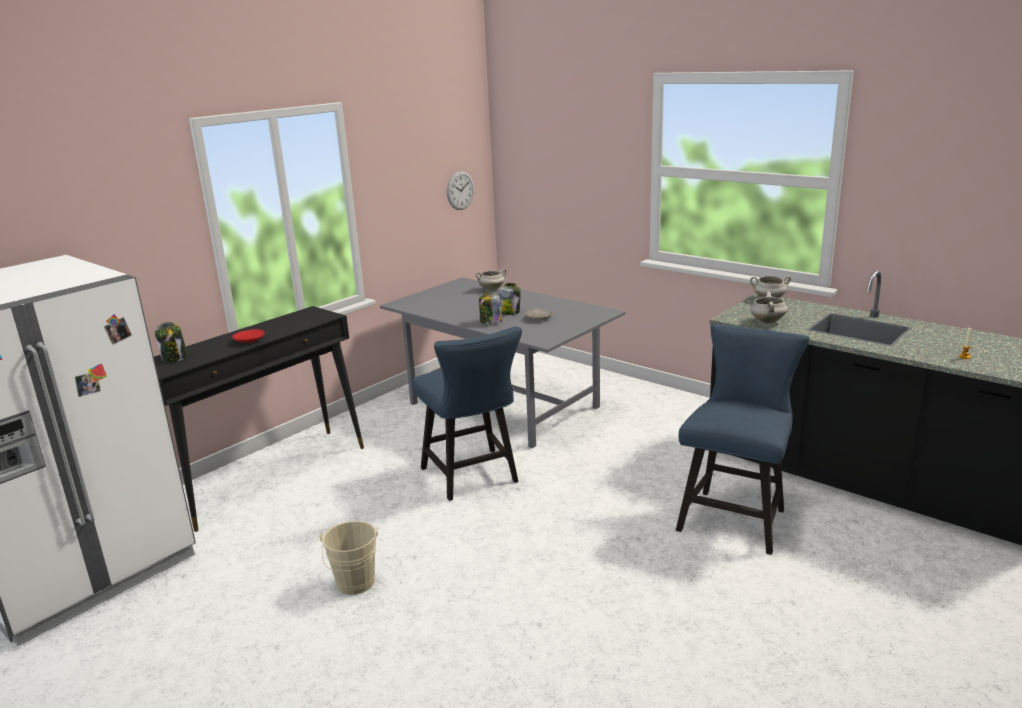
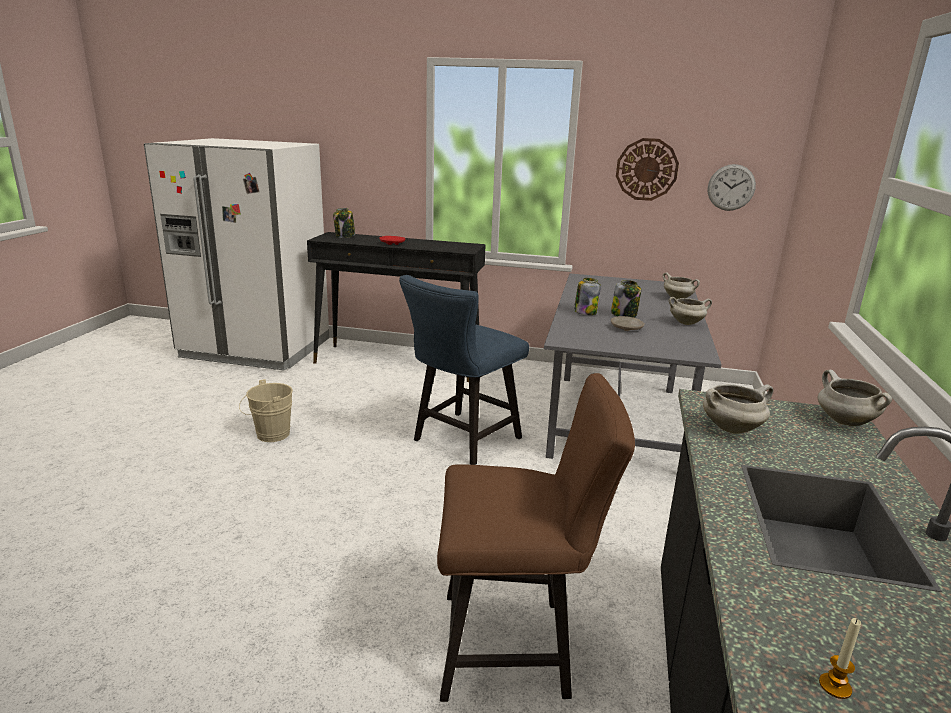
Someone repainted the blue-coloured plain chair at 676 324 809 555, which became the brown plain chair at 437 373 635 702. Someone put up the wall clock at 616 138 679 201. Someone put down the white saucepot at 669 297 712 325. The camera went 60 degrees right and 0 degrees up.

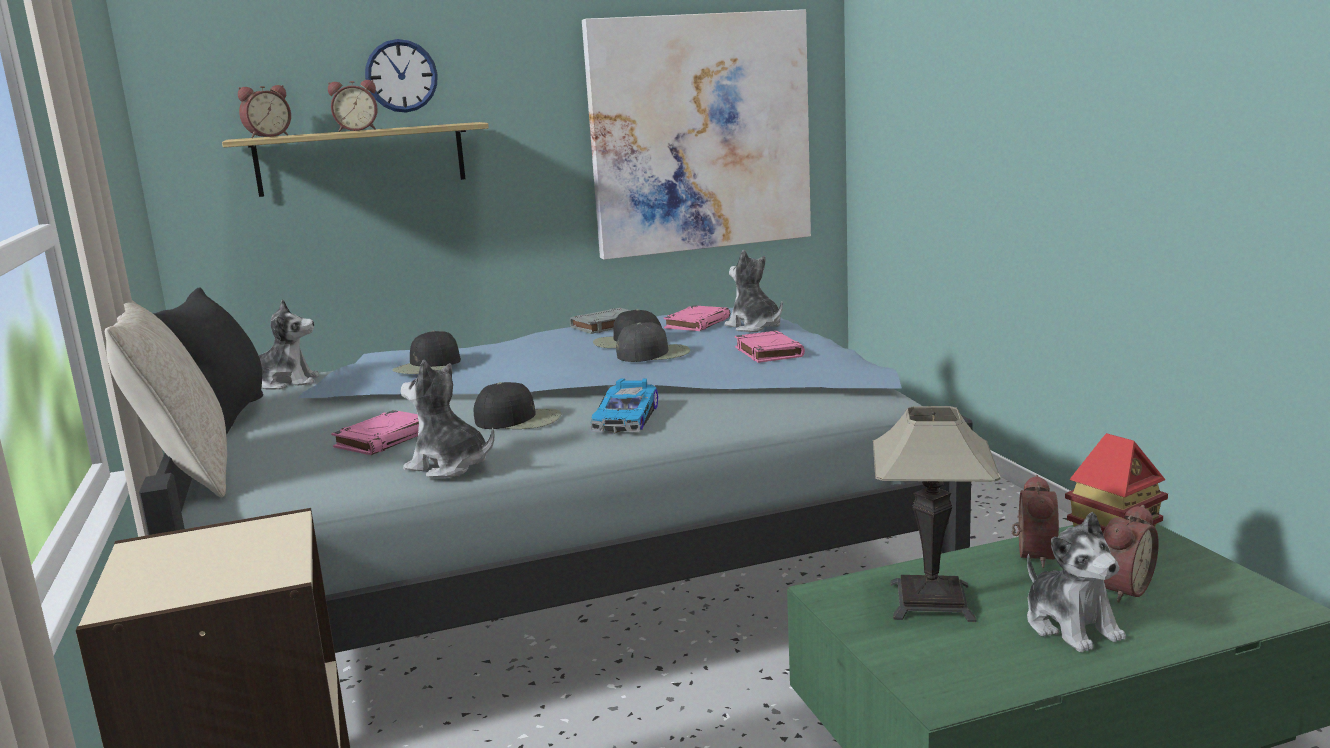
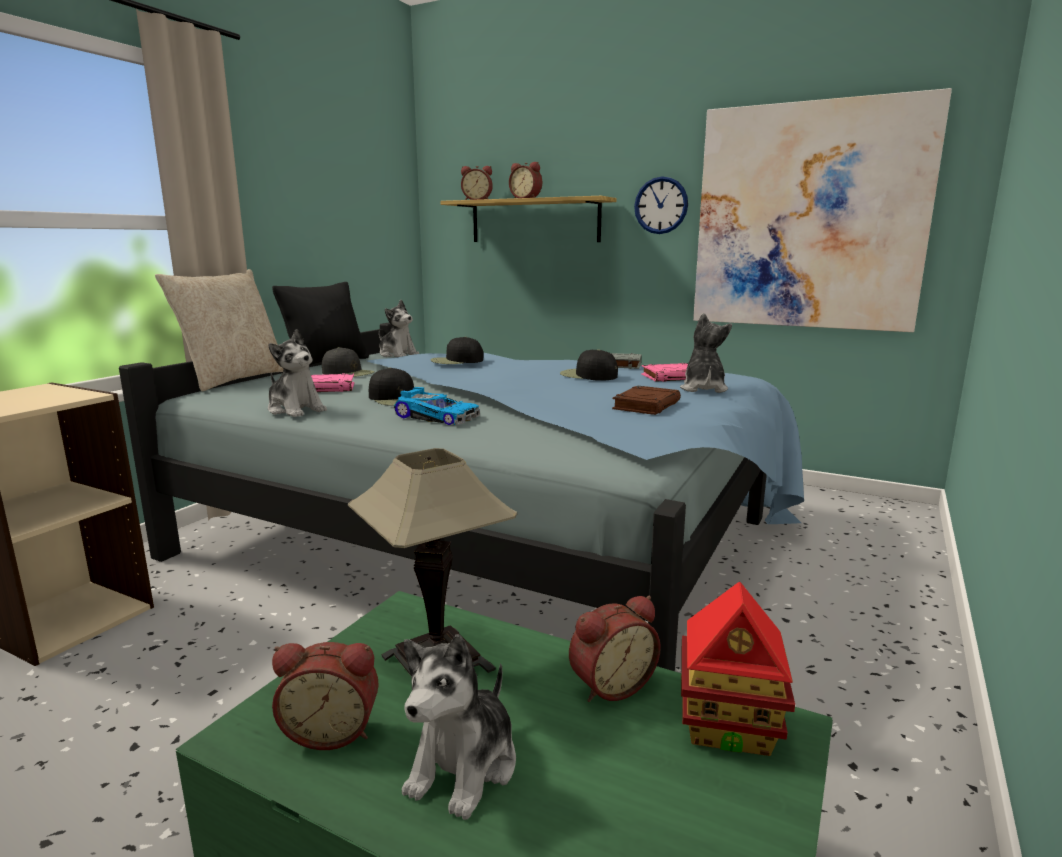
Someone carried the wall clock from 365 39 438 113 to 634 176 688 234. Someone carried the black peaked cap from 616 322 690 362 to 322 347 375 377. Someone repainted the pink bound book at 735 331 805 363, which became the brown bound book at 612 386 681 415. Someone rotated the cuddly toy at 401 360 494 478 by 150 degrees clockwise. Someone rotated the model car at 590 378 658 434 by 120 degrees counterclockwise. Someone carried the bedside clock from 1103 505 1159 602 to 272 642 379 750. The camera went 45 degrees right and 0 degrees up.

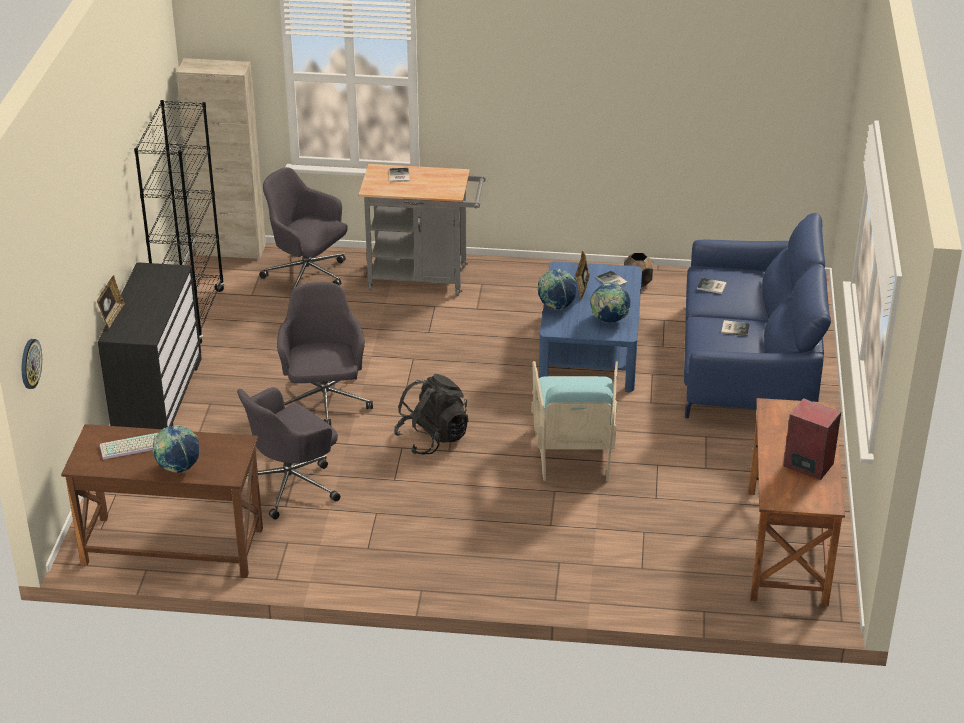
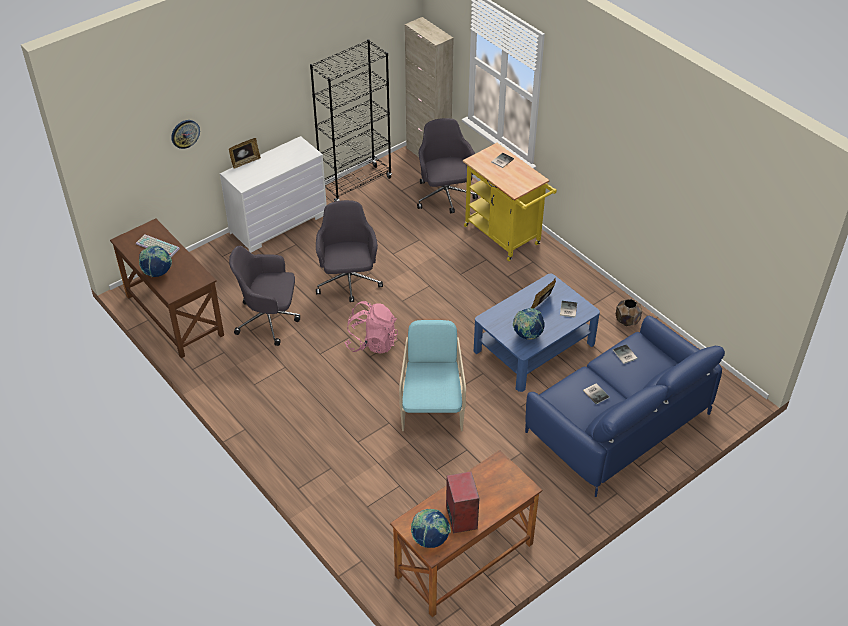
Someone repainted the gray trolley at 358 164 486 296, which became the yellowish trolley at 463 143 557 261. Someone repainted the black chest of drawers at 98 262 202 429, which became the white chest of drawers at 220 136 327 253. Someone carried the globe from 538 269 576 310 to 411 509 451 548. Someone rotated the gray office chair at 277 282 373 426 by 45 degrees counterclockwise. Someone carried the wall clock from 22 339 42 389 to 171 120 200 149. Someone rotated the blue-green lounge chair at 531 361 618 481 by 135 degrees clockwise. Someone repainted the black rucksack at 394 374 468 455, which became the pink rucksack at 344 301 398 354. The camera went 45 degrees right and 10 degrees up.

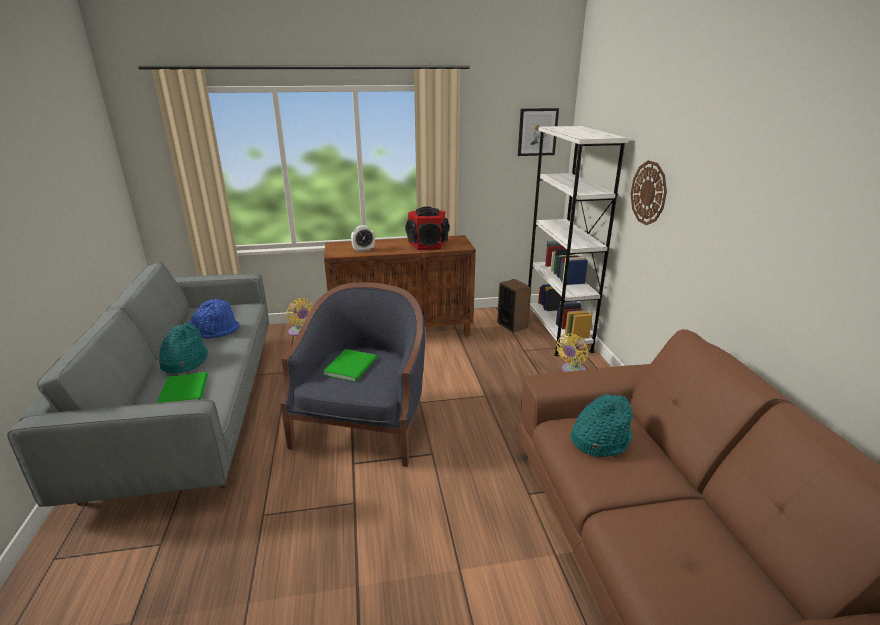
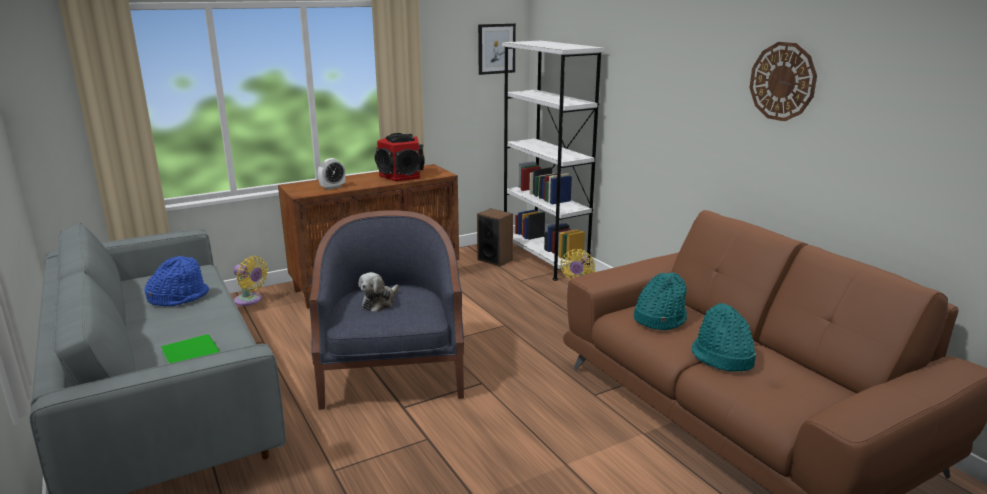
Someone carried the wall clock from 630 160 667 225 to 749 42 817 121. Someone carried the blue-green clothing hat from 159 323 208 373 to 692 303 756 372. Someone swapped the green-coloured bound book at 323 349 377 382 for the cuddly toy at 358 272 399 312. The camera went 20 degrees left and 5 degrees down.

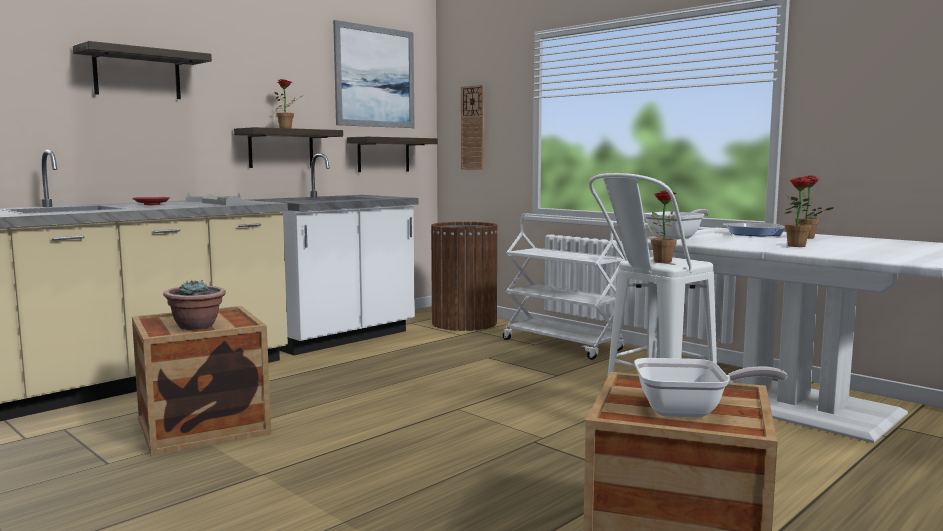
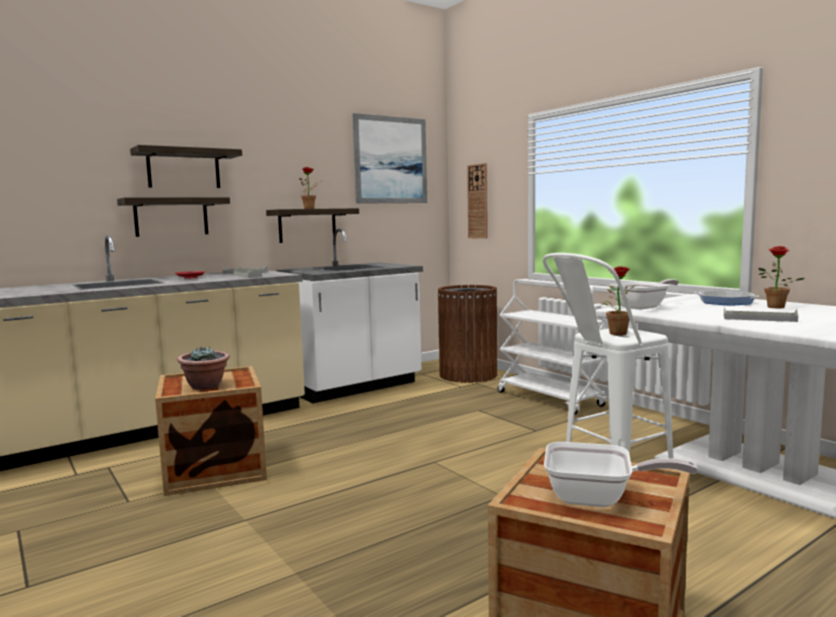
Someone carried the wall shelf from 347 137 438 172 to 117 197 230 237. Someone swapped the houseplant at 785 177 821 247 for the gray tray at 724 307 798 322. The camera went 10 degrees right and 0 degrees up.

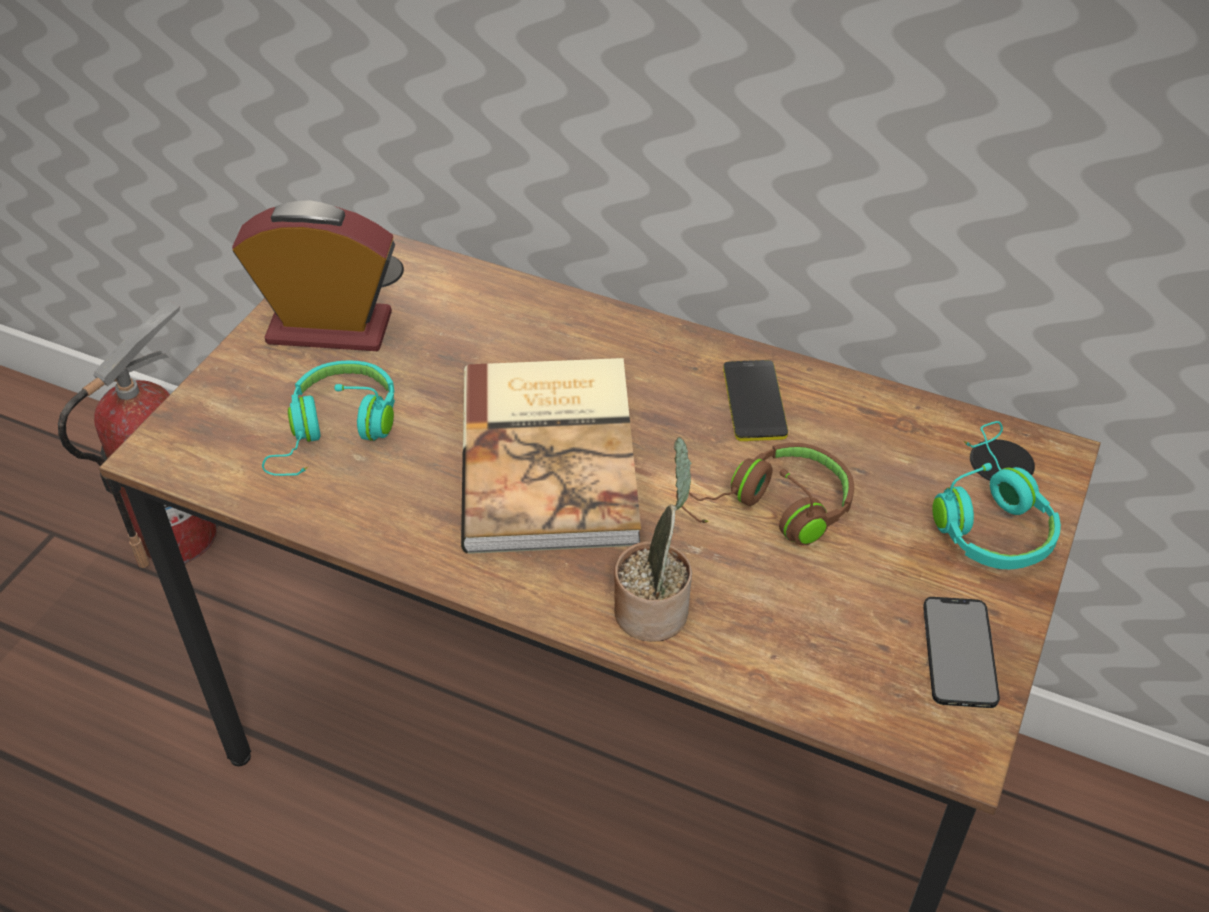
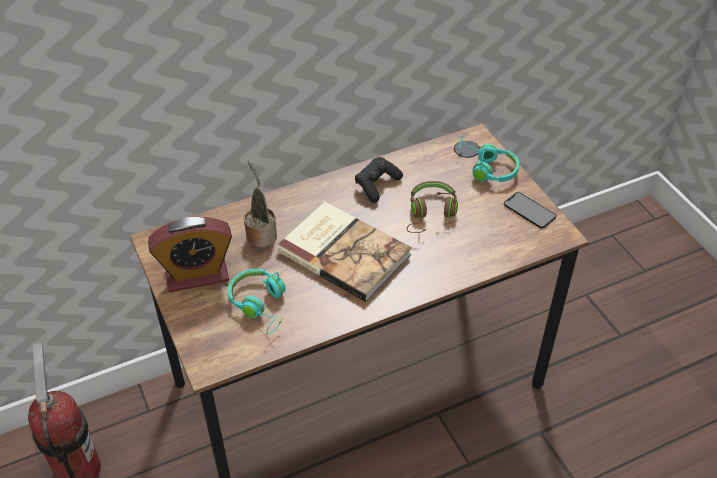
Someone rotated the bedside clock at 232 200 395 351 by 150 degrees counterclockwise. Someone swapped the phone at 723 360 788 441 for the black gamepad at 355 157 403 203. Someone carried the houseplant from 614 437 692 642 to 244 161 277 248. The camera went 50 degrees left and 0 degrees up.

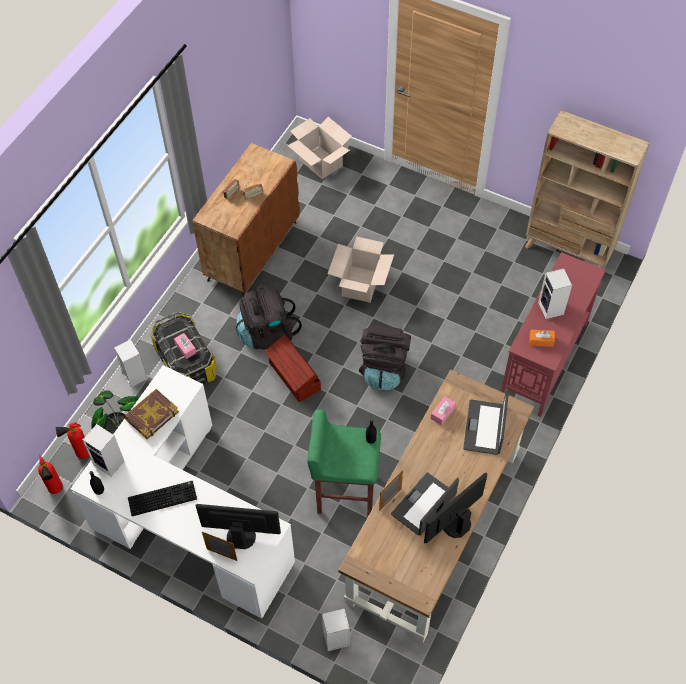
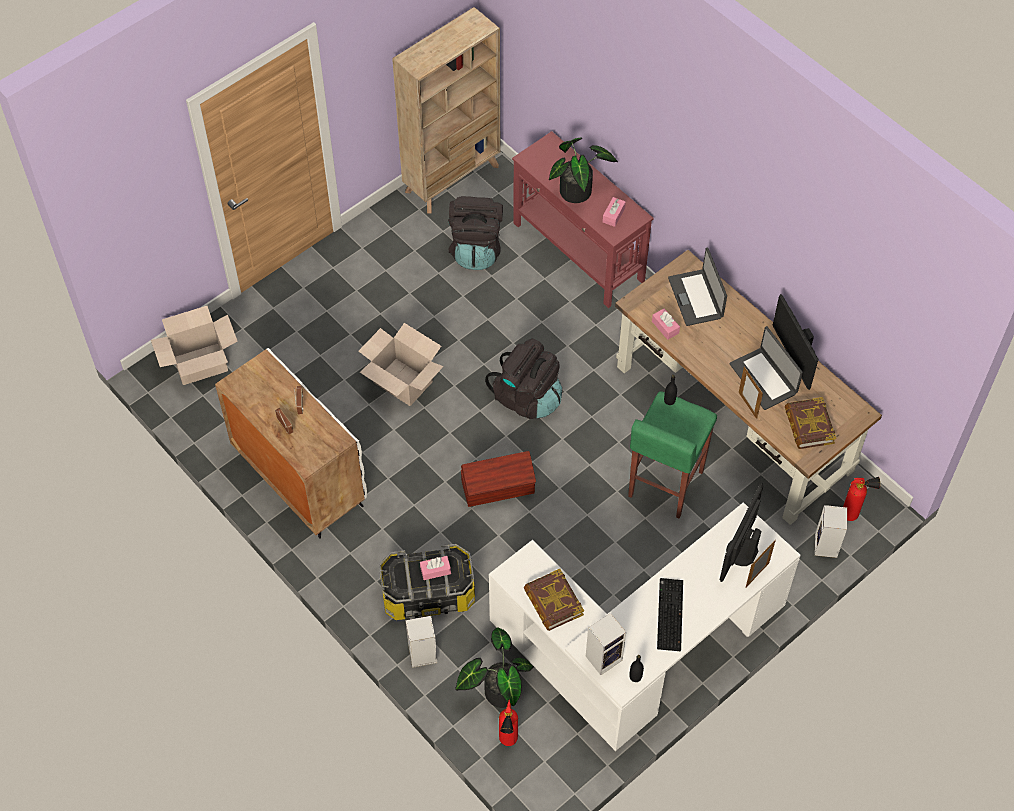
Someone repainted the brown cupboard at 192 143 300 297, which became the white cupboard at 215 348 367 539. Someone swapped the audio speaker at 538 269 572 319 for the houseplant at 549 138 618 203. Someone carried the black rucksack from 235 284 302 349 to 448 196 503 270. Someone repainted the orange-coloured box of tissues at 529 330 555 347, which became the pink box of tissues at 602 197 626 227. Someone rotated the laptop at 463 388 509 455 by 45 degrees clockwise. Someone carried the fire-fighting cylinder from 38 454 63 494 to 843 477 880 521. Someone put down the bound book at 785 397 836 449. The camera went 70 degrees left and 0 degrees up.

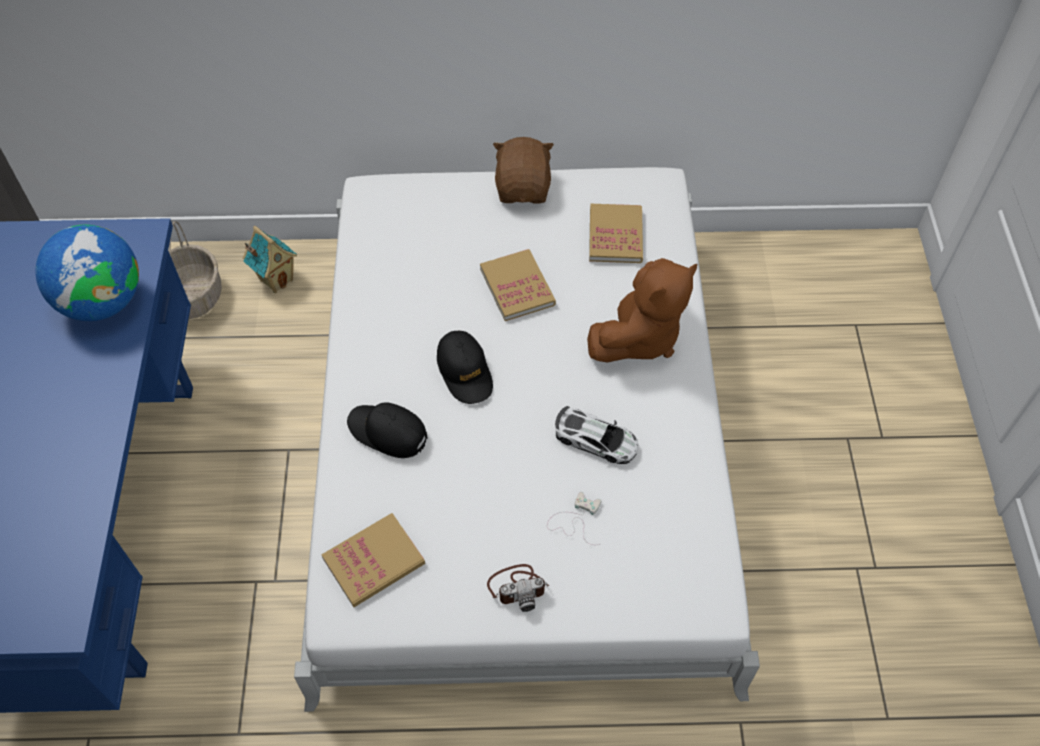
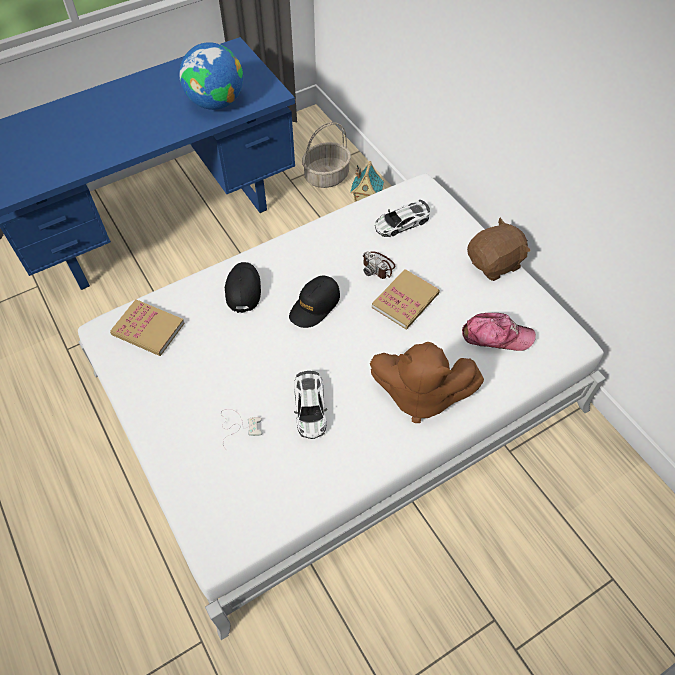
Someone swapped the bound book at 589 204 643 263 for the peaked cap at 462 313 536 351. Someone carried the photo camera from 487 564 549 612 to 362 251 395 279. Someone put down the model car at 375 200 430 237. The camera went 60 degrees right and 0 degrees up.

